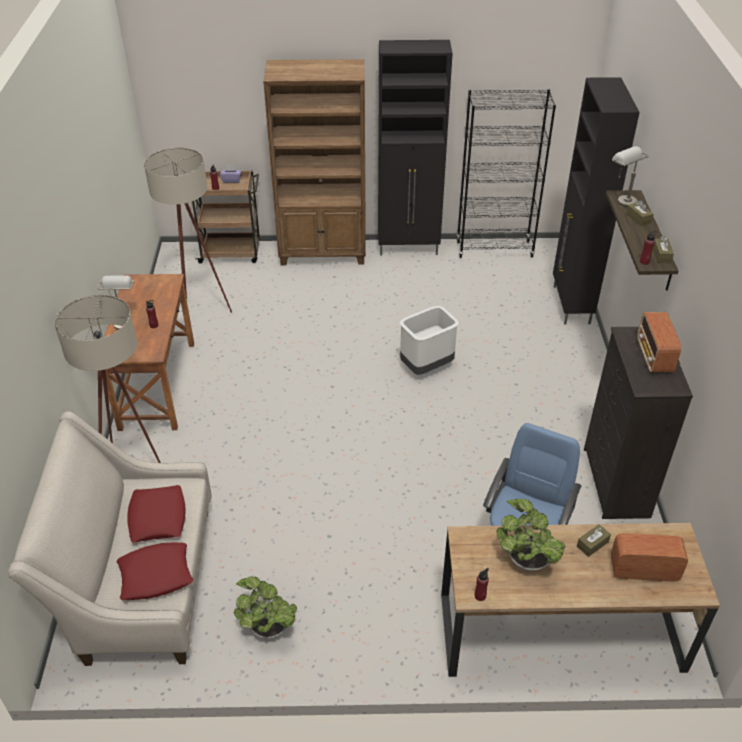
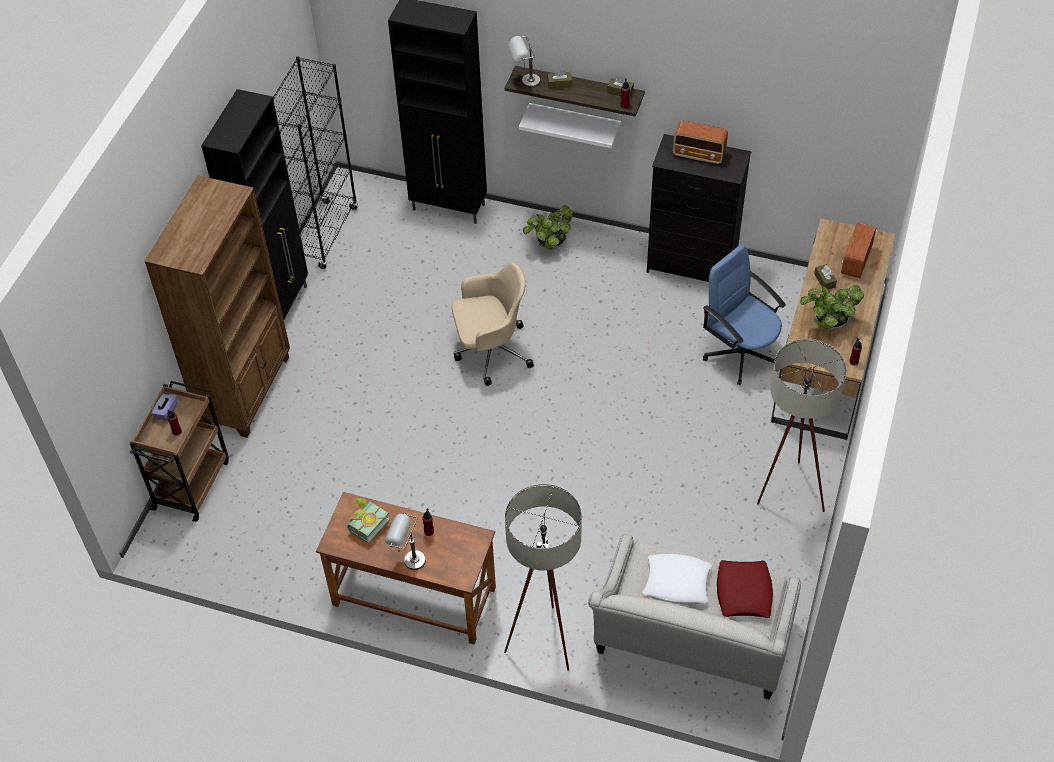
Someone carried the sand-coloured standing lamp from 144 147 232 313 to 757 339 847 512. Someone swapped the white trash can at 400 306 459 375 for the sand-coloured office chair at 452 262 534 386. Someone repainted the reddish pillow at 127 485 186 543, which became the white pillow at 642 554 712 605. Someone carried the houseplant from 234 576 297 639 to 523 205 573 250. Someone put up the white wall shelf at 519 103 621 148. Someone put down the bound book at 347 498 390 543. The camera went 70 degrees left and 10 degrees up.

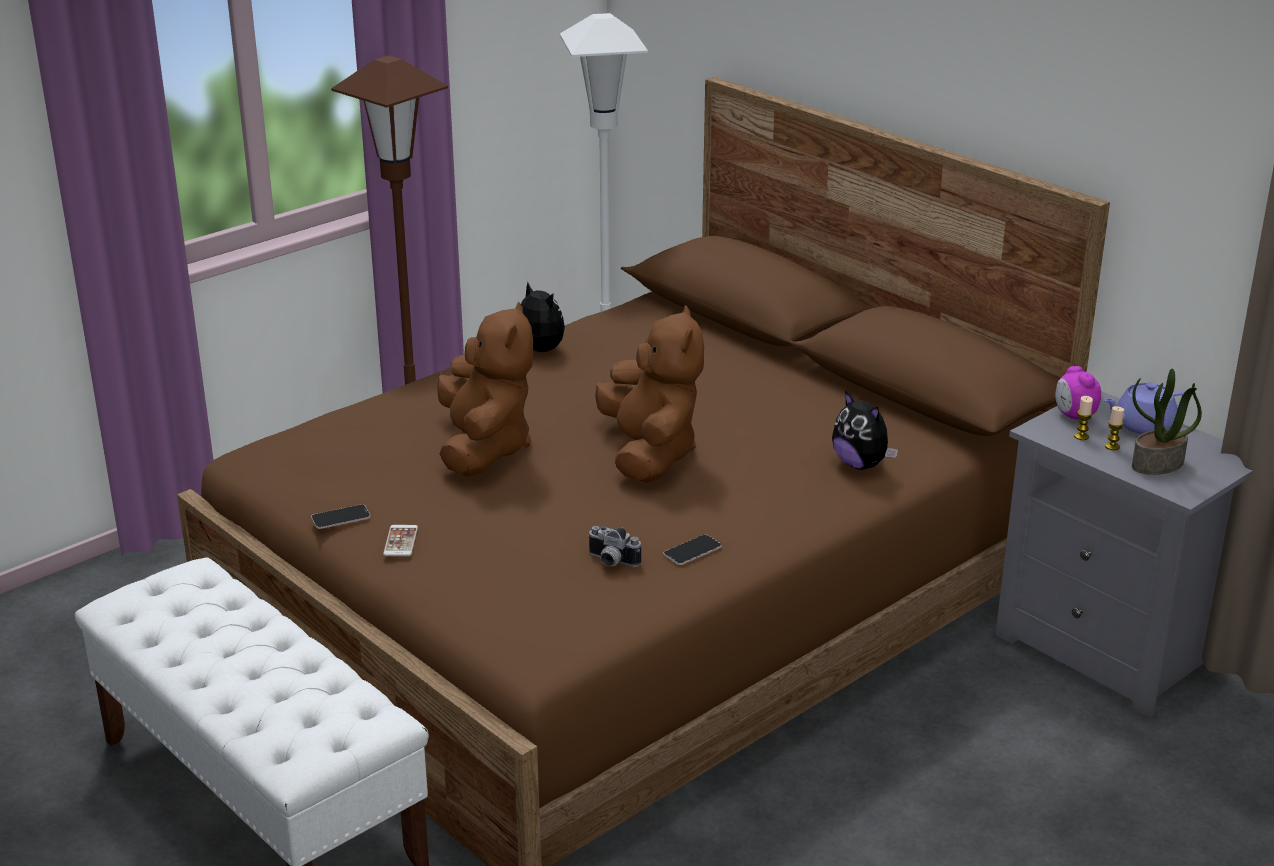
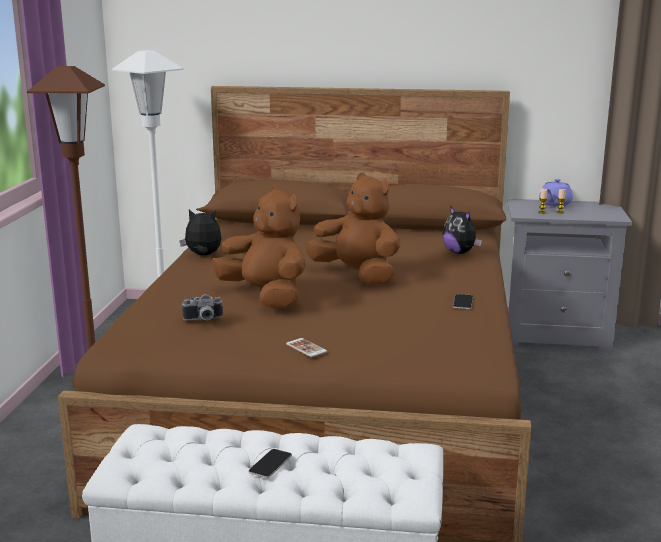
Someone took away the bedside clock at 1055 366 1101 420. Someone took away the houseplant at 1132 369 1202 475. Someone rotated the cuddly toy at 832 391 898 470 by 45 degrees clockwise. Someone carried the phone from 311 504 371 529 to 249 449 292 478. Someone carried the photo camera from 587 526 641 567 to 182 294 223 321. The camera went 40 degrees left and 10 degrees down.

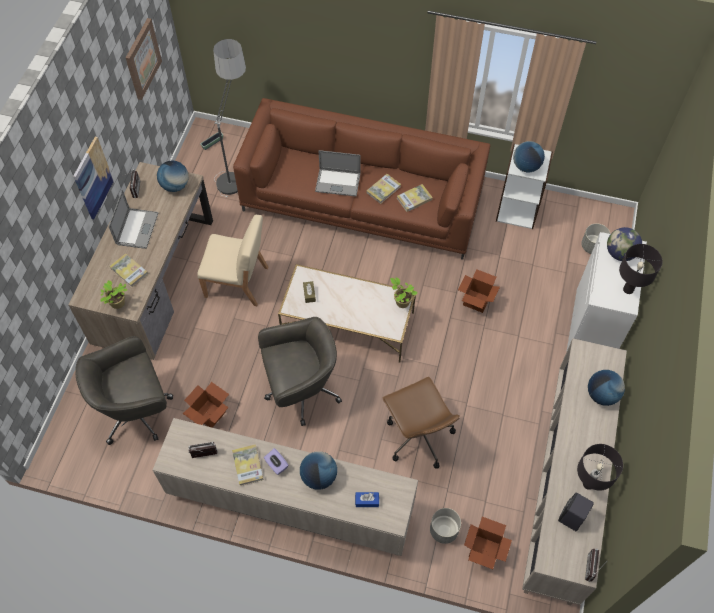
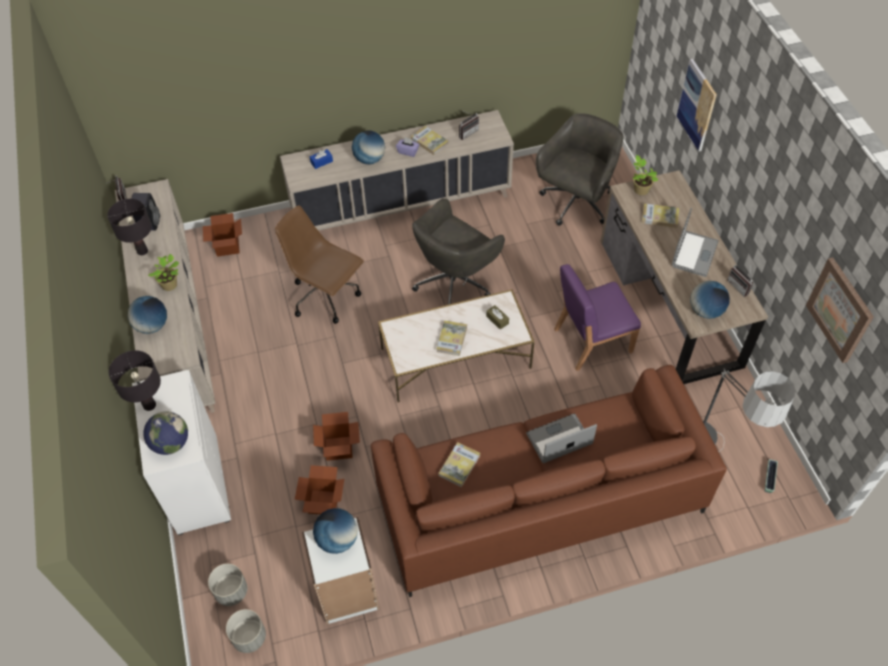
Someone carried the wall picture from 73 137 114 219 to 677 59 717 151. Someone carried the bound book from 367 174 401 204 to 436 320 467 356. Someone rotated the laptop at 109 190 158 249 by 135 degrees counterclockwise. Someone repainted the sand-coloured plain chair at 197 215 268 306, which became the purplish plain chair at 554 264 641 371. Someone carried the houseplant from 390 277 418 308 to 148 254 179 291. Someone carried the carton from 183 382 229 428 to 295 465 344 514. Someone carried the gray planter from 430 508 461 544 to 226 609 266 653. The camera went 150 degrees right and 5 degrees down.

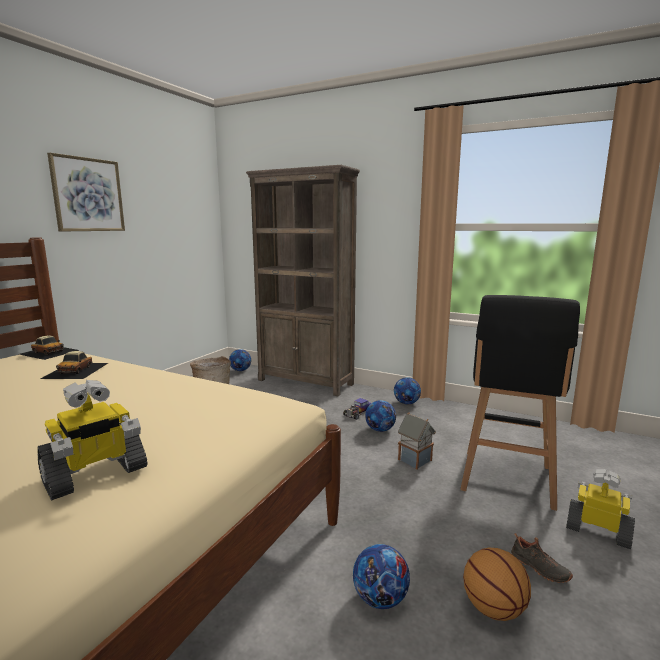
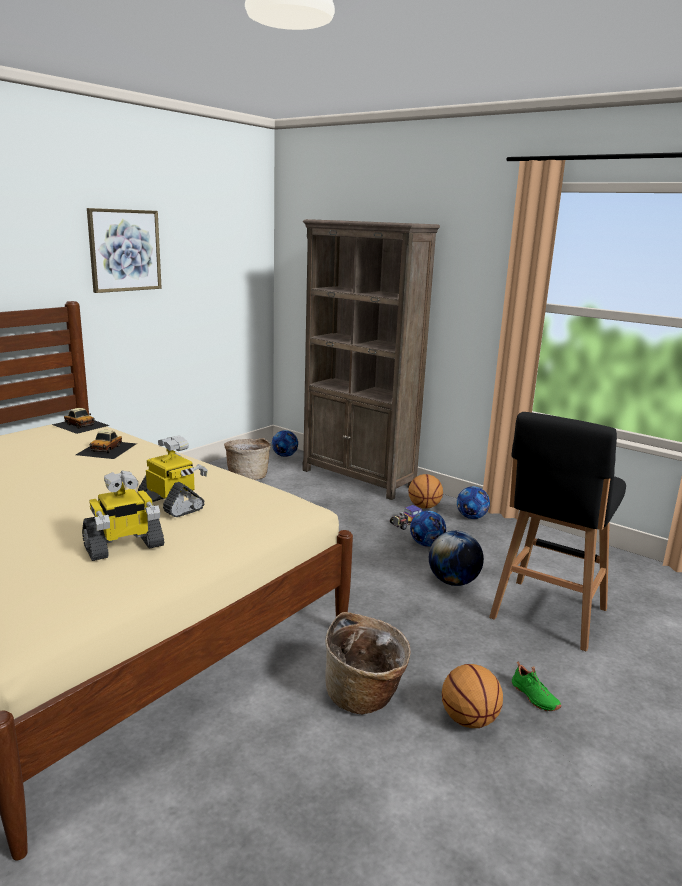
Someone swapped the miniature house at 398 412 436 469 for the globe at 429 531 484 586. Someone carried the robot figure from 566 469 635 549 to 138 435 208 517. Someone repainted the black shoe at 511 533 573 583, which became the green-coloured shoe at 512 661 561 711. Someone swapped the football at 353 544 410 609 for the storage basket at 325 612 411 714. Someone put down the ball for basketball at 408 474 443 509. The camera went 10 degrees right and 5 degrees up.

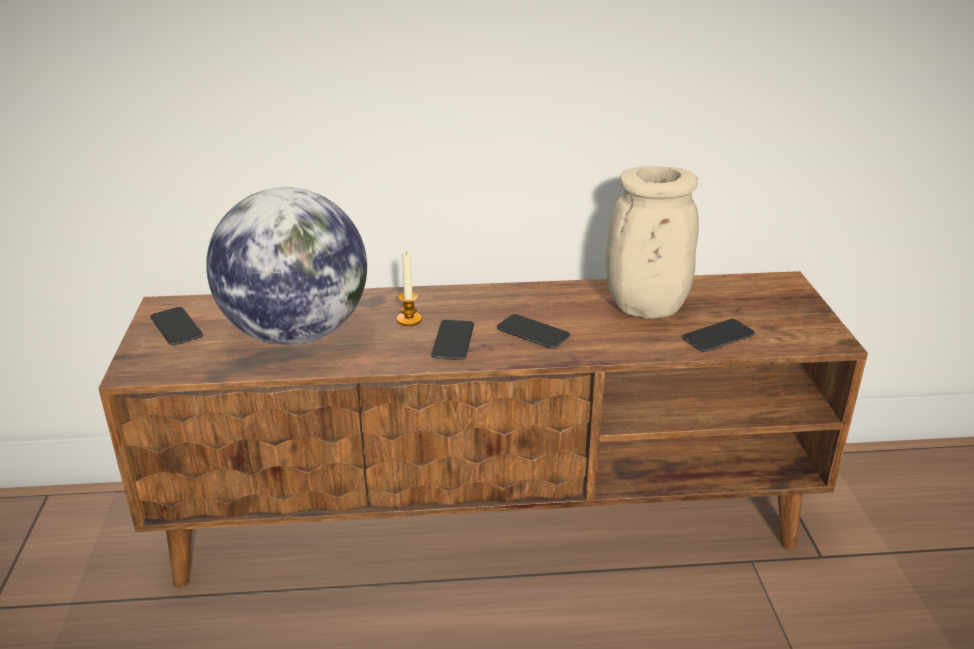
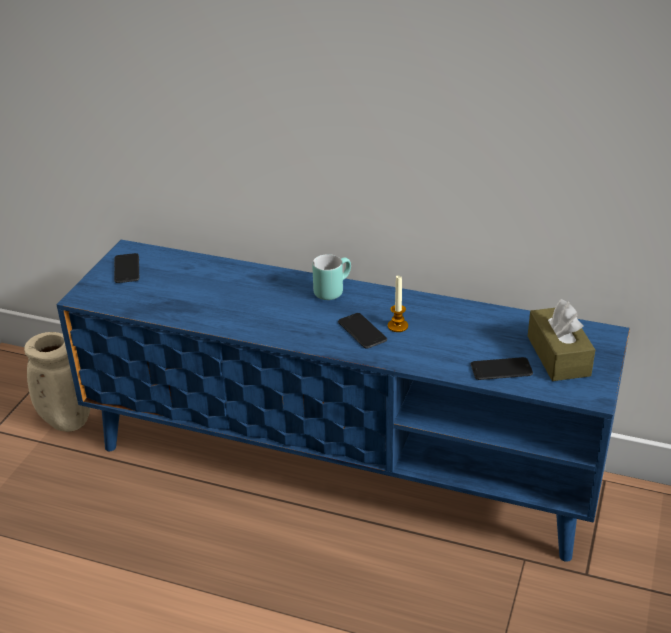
Someone carried the sand-coloured decorative vase from 606 166 699 318 to 24 332 91 432. Someone took away the globe at 206 187 367 345. Someone carried the candle from 397 253 422 326 to 388 276 408 332. Someone repainted the brown tv stand at 98 271 868 588, which became the blue-coloured tv stand at 56 240 630 562. Someone took away the phone at 431 320 474 360. Someone put down the blue-green tea mug at 312 254 351 300. Someone put down the brown box of tissues at 528 299 595 381. The camera went 25 degrees right and 5 degrees up.

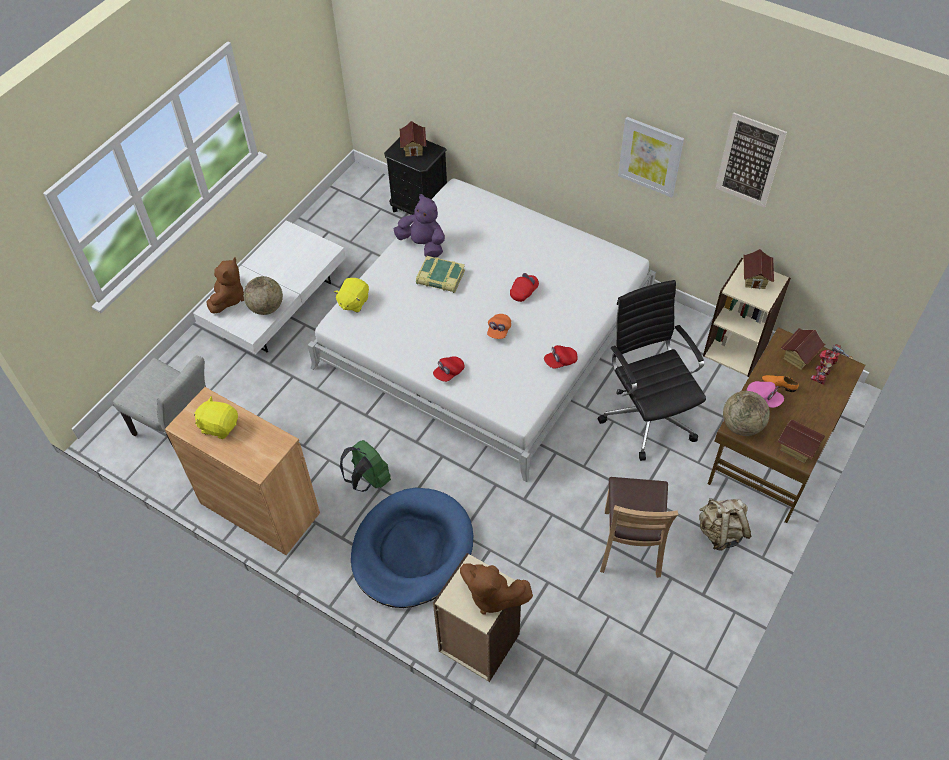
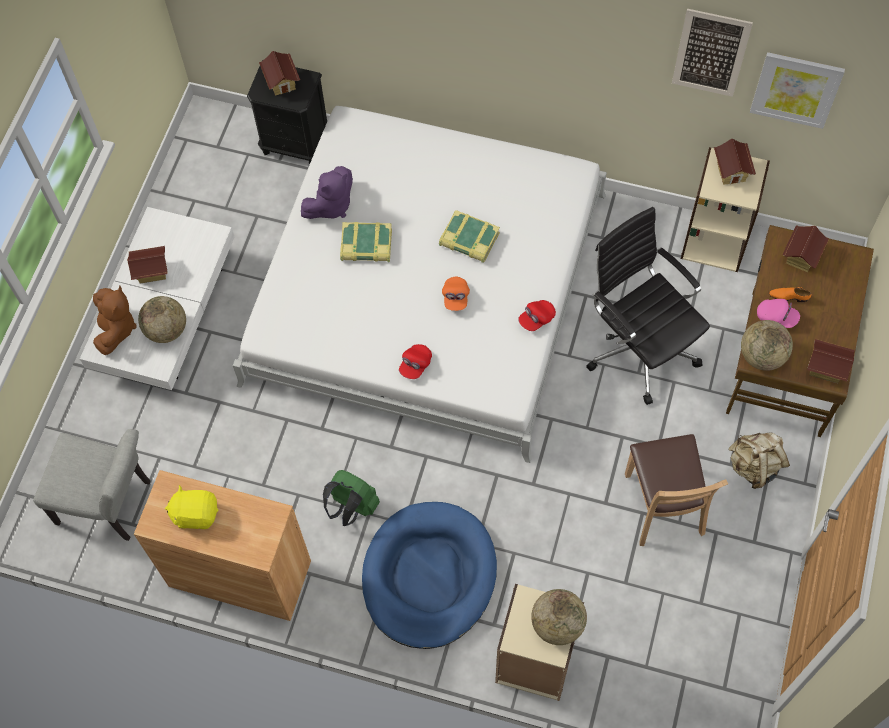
Someone carried the wall picture from 618 117 684 198 to 750 52 845 129. Someone rotated the purplish cuddly toy at 394 194 445 257 by 120 degrees clockwise. Someone swapped the reddish peaked cap at 510 273 539 302 for the bound book at 439 210 500 263. Someone took away the yellowish cuddly toy at 334 278 369 312. Someone took away the robot figure at 810 344 853 385. Someone swapped the brown cuddly toy at 460 563 533 615 for the globe at 531 589 587 645. Someone put down the miniature house at 127 246 168 284. The camera went 15 degrees left and 10 degrees up.

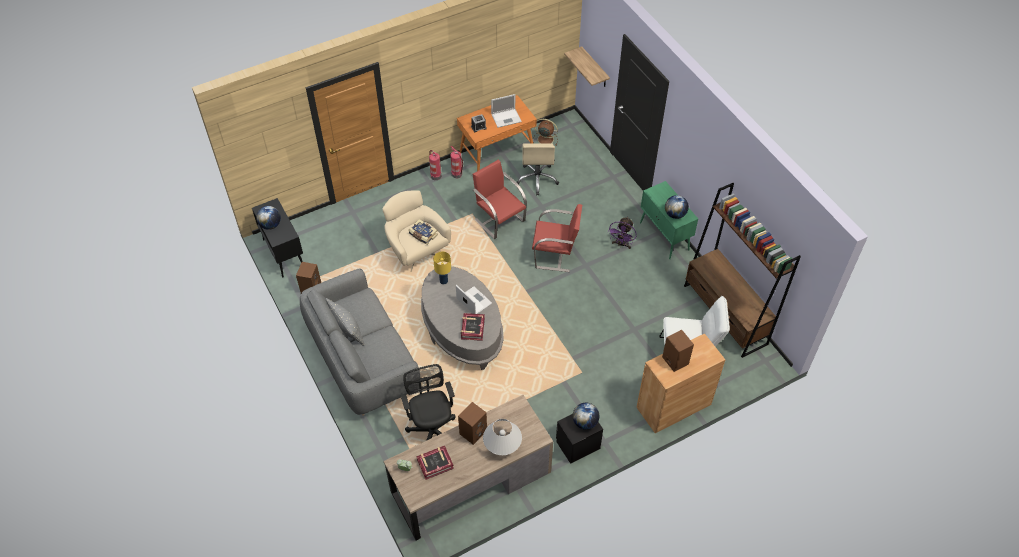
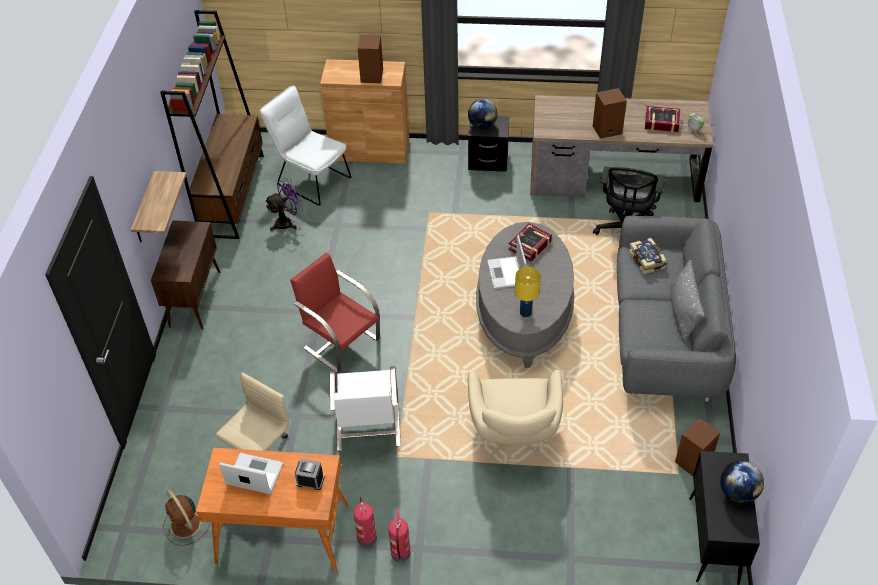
Someone carried the wall shelf from 564 46 610 87 to 131 171 187 242. Someone repainted the reddish plain chair at 473 160 527 239, which became the white plain chair at 330 366 401 451. Someone repainted the green-coloured cupboard at 640 181 698 259, which became the brown cupboard at 151 220 220 329. Someone took away the globe at 665 195 689 219. Someone carried the purplish fan from 608 217 636 249 to 265 178 304 231. Someone carried the bound book from 408 219 438 245 to 629 238 667 274. Someone took away the white table lamp at 483 419 522 455. The camera went 145 degrees left and 5 degrees down.

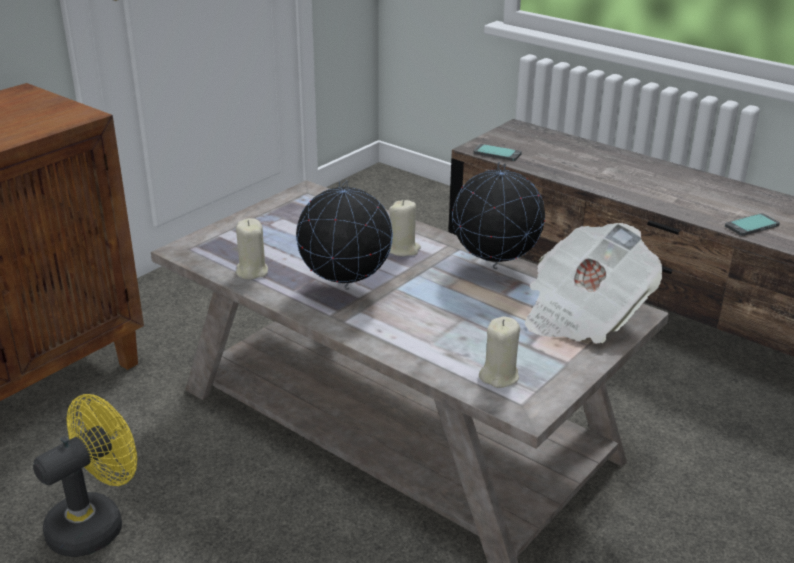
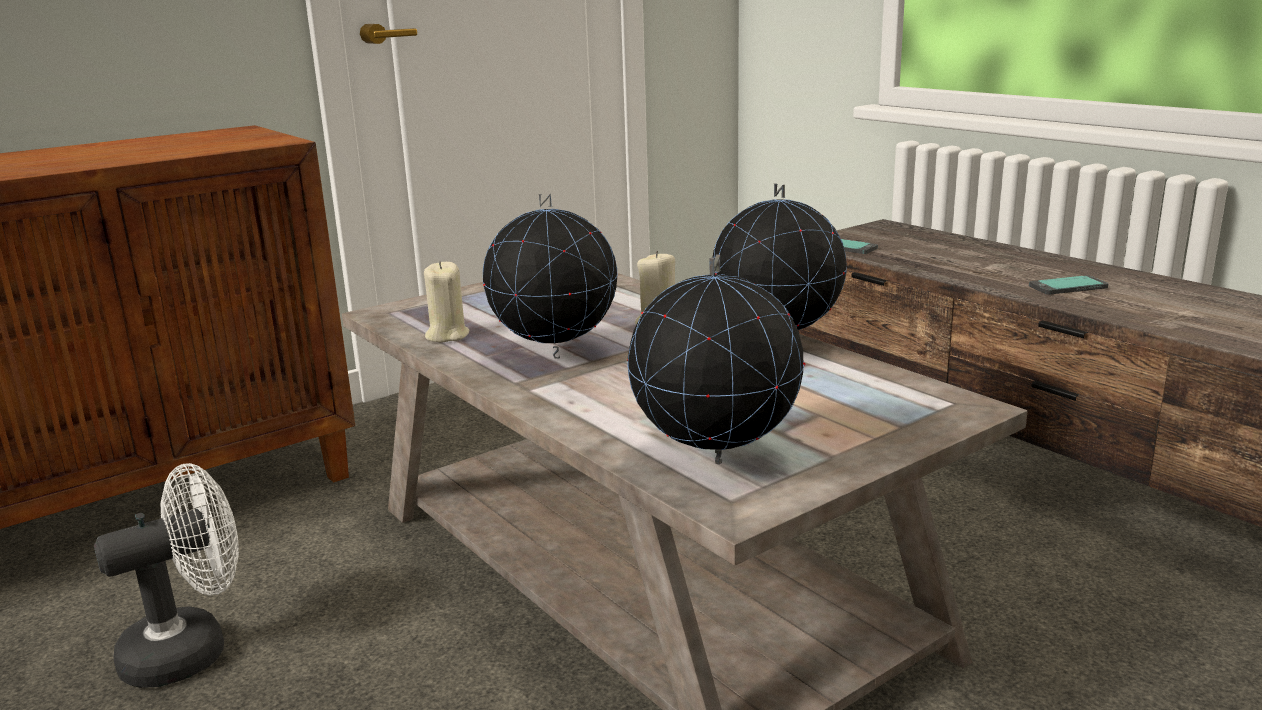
Someone carried the phone from 725 213 780 236 to 1029 275 1109 295. Someone took away the newspaper at 525 223 662 344. Someone swapped the sand-coloured candle at 479 316 520 388 for the globe at 628 254 805 465. Someone repainted the yellowish fan at 33 394 137 557, which became the white fan at 94 463 239 688. The camera went 15 degrees right and 10 degrees down.

